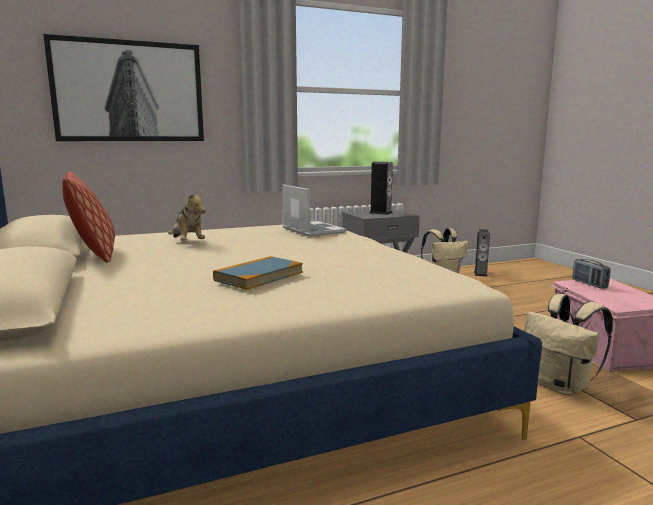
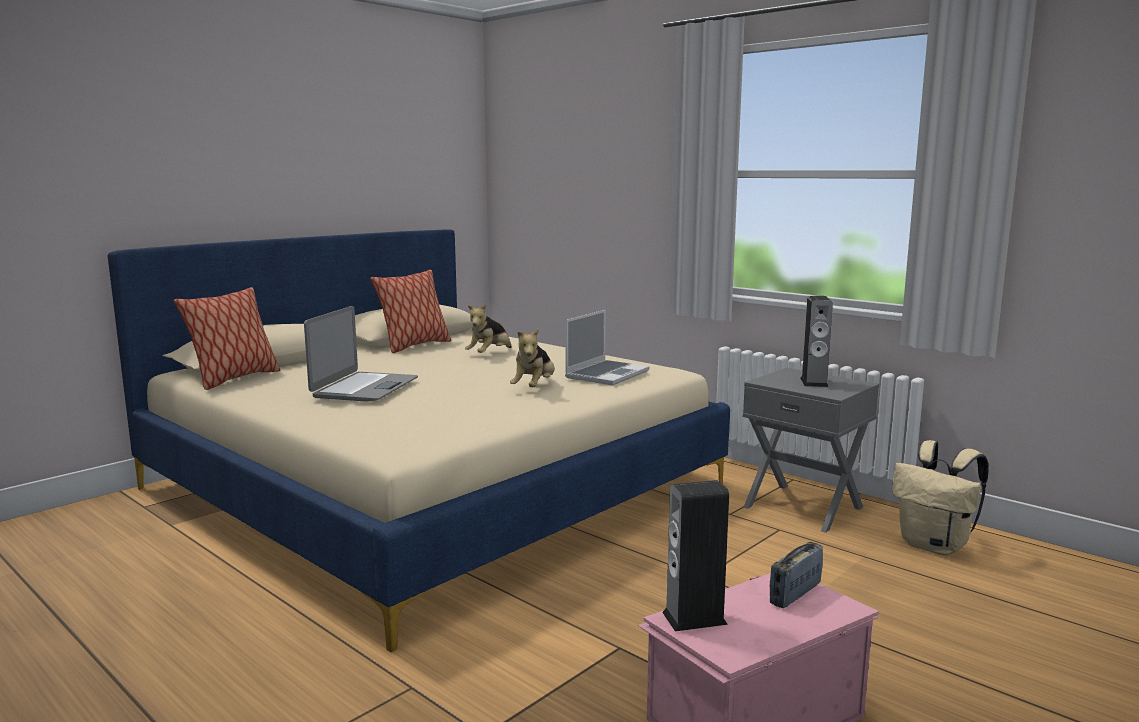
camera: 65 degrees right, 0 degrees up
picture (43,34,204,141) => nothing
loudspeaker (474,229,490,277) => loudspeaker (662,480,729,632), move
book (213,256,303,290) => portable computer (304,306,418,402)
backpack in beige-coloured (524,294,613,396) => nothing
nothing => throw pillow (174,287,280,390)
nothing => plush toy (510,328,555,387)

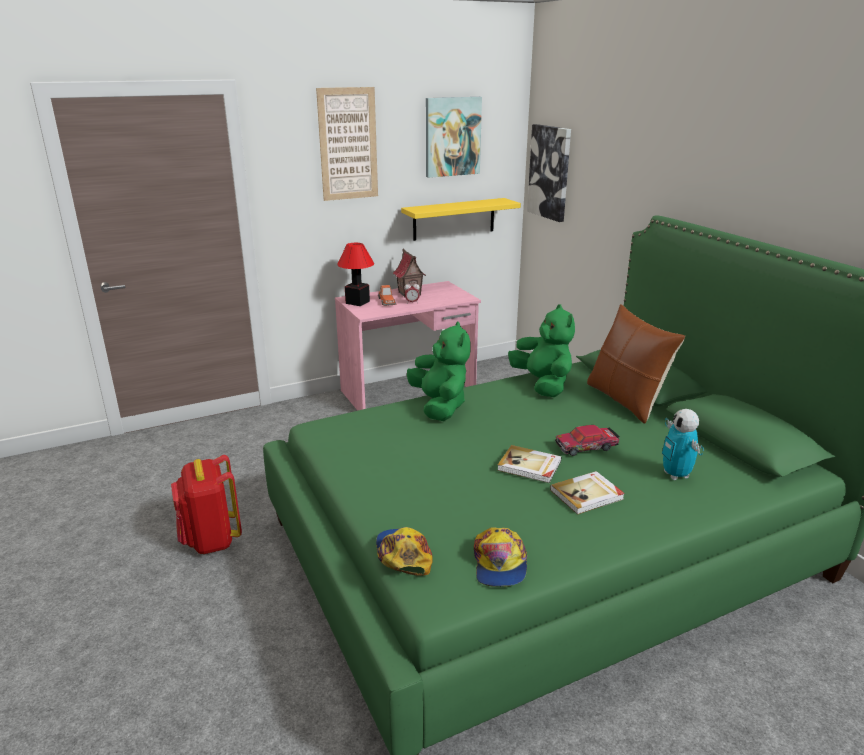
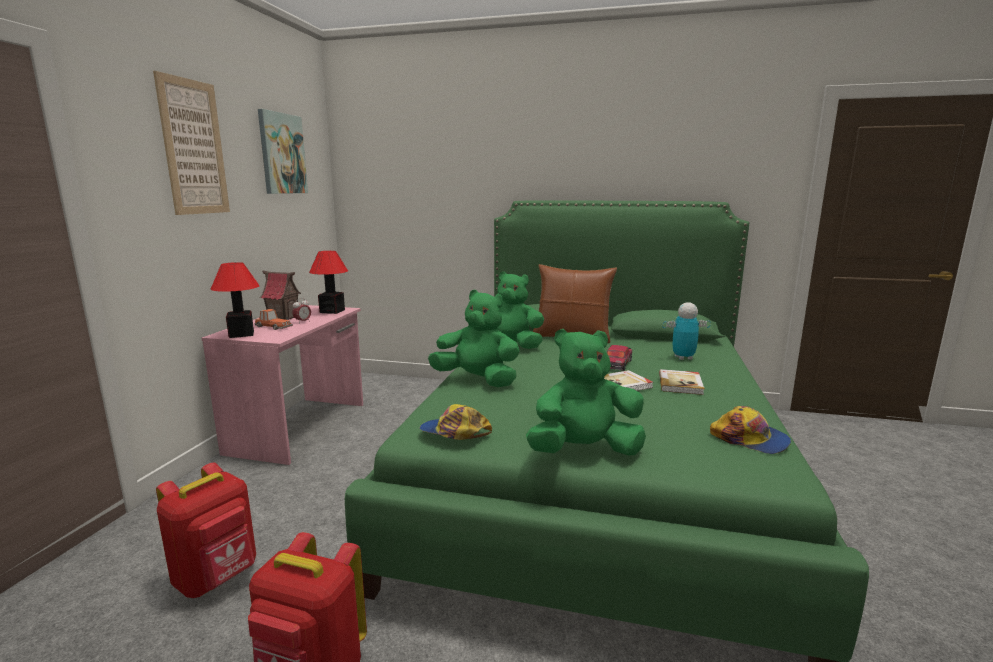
camera: 50 degrees left, 10 degrees down
picture (527,124,571,222) => nothing
bracket shelf in yellow (401,198,521,241) => nothing
model robot (662,409,704,480) => model robot (662,302,711,360), 150 degrees clockwise
cap (376,527,433,576) => cap (419,404,492,440), move
nothing => lamp for a table (309,251,348,314)
nothing => plush toy in green-coloured (526,329,646,456)
nothing => backpack in red-coloured (156,463,256,598)

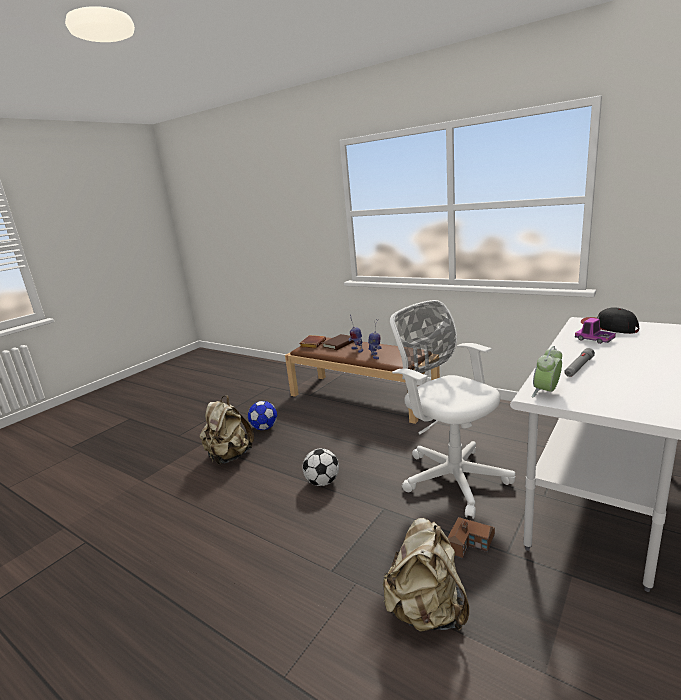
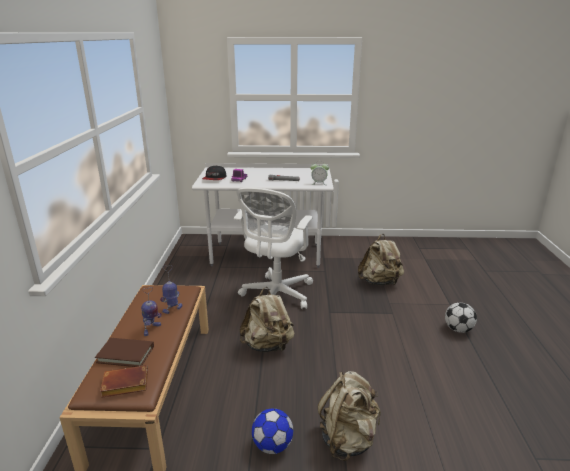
camera: 125 degrees left, 5 degrees up
football ball (303,448,339,486) => football ball (445,302,477,333), move
model house (447,517,495,559) => nothing
nothing => backpack in beige-coloured (240,287,295,353)

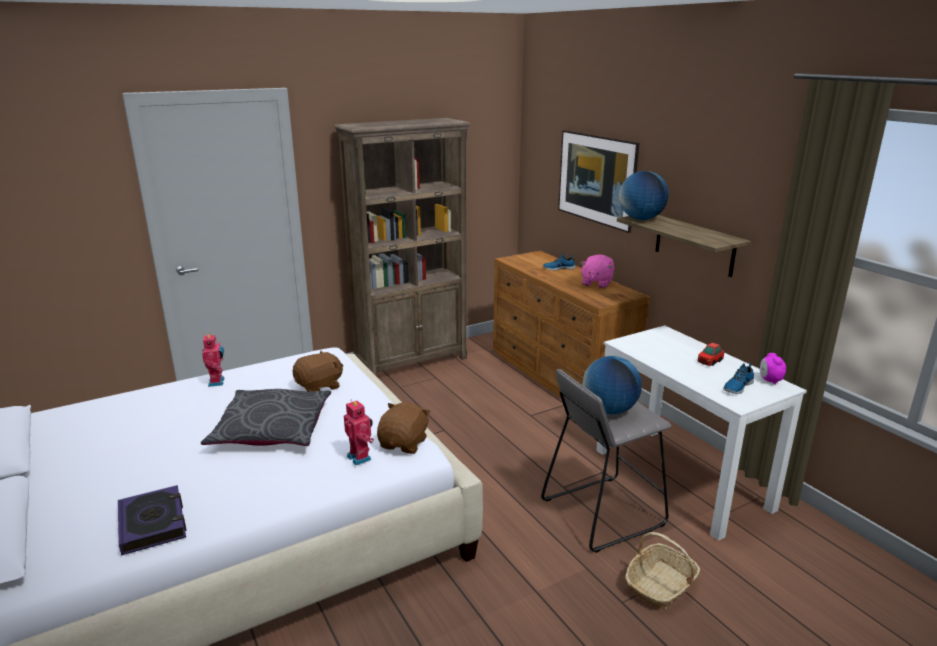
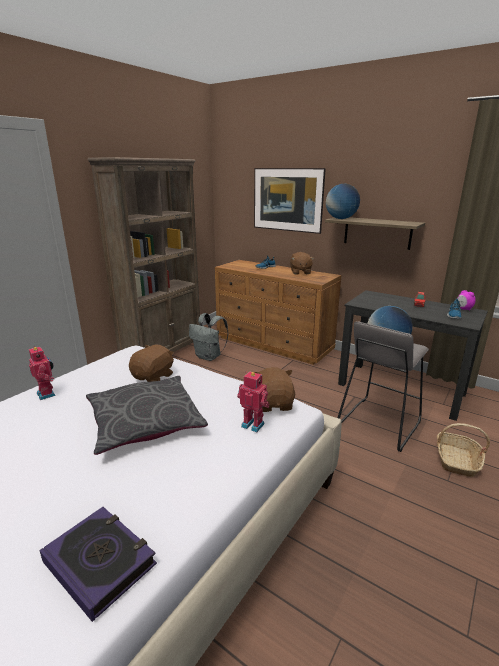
camera: 25 degrees left, 0 degrees up
plush toy in pink (580,255,614,288) => plush toy in brownish (290,252,314,274)
desk table in white (596,325,807,541) => desk table in blackish (338,290,488,421)
nothing => backpack in greyish (189,313,228,361)

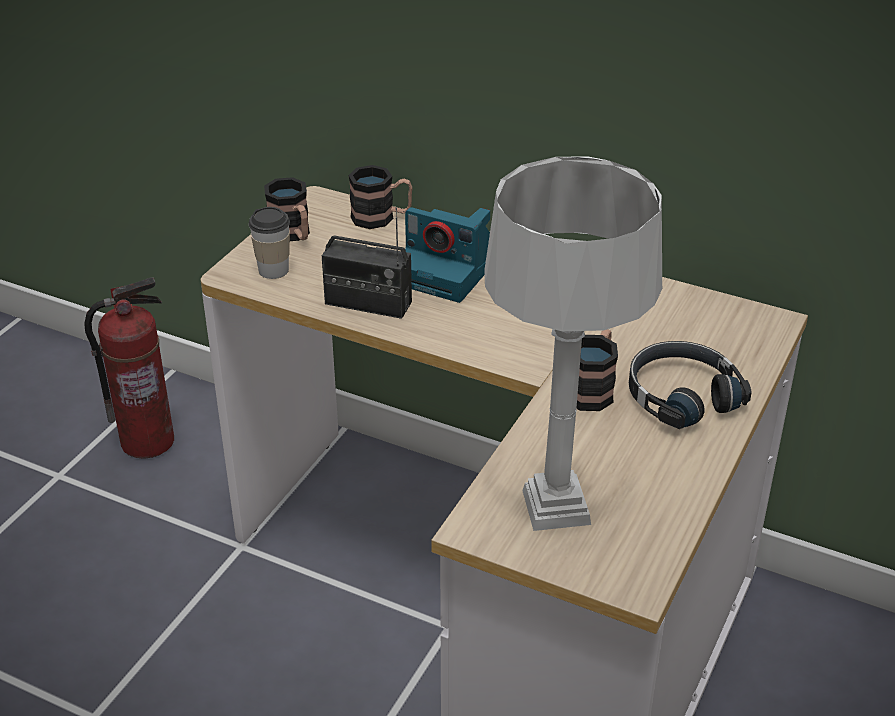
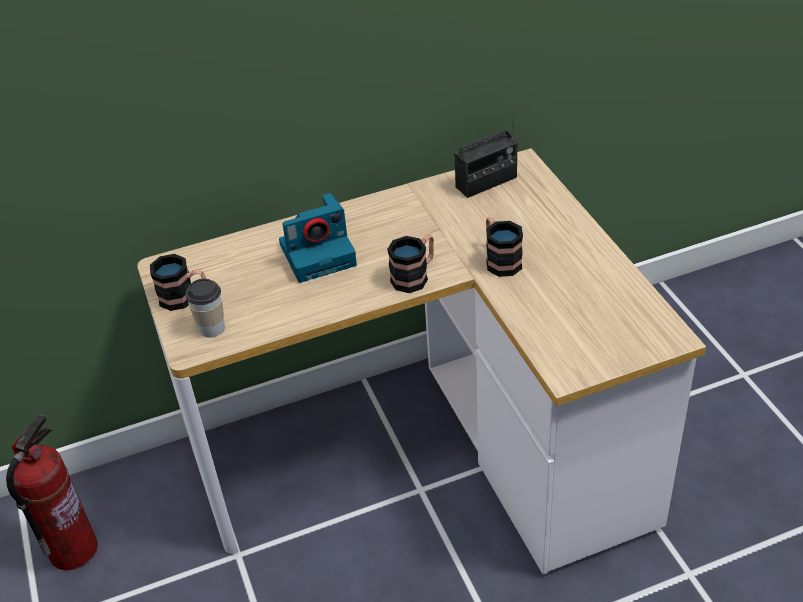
camera: 45 degrees left, 5 degrees up
lamp for a table in greyish (484,156,662,531) => nothing
coffee mug (348,165,412,229) => coffee mug (387,235,434,293), move
radio receiver (322,207,412,319) => radio receiver (455,101,517,198), move
headset in blackish (629,341,752,429) => nothing

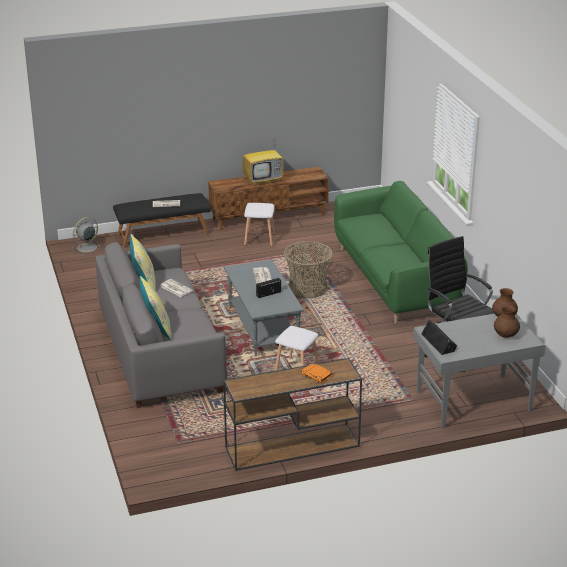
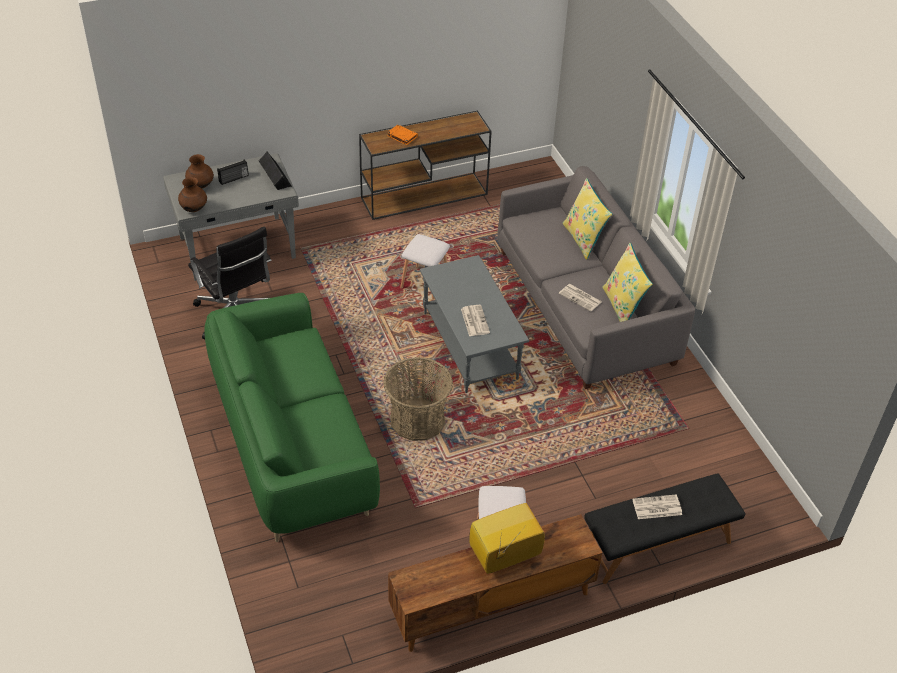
camera: 175 degrees right, 15 degrees up
fan in greyish (72,217,103,255) => nothing
radio receiver (256,278,281,298) => radio receiver (217,160,249,185), move

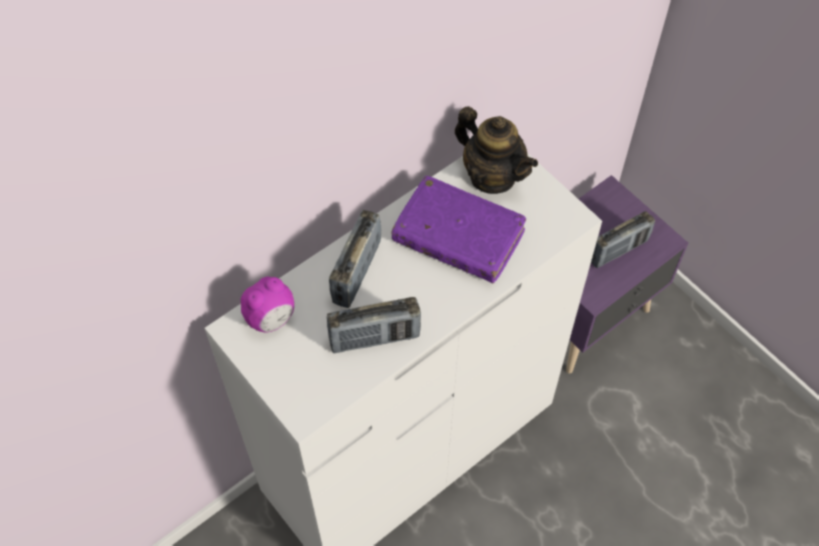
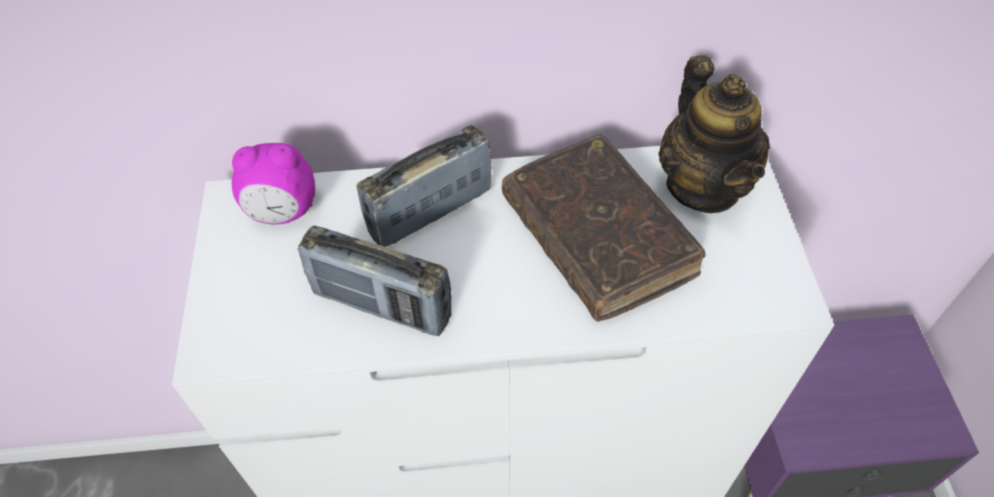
camera: 35 degrees right, 5 degrees down
book in purple-coloured (392,176,526,283) => book in brownish (502,134,706,322)
radio receiver (591,211,655,268) => nothing

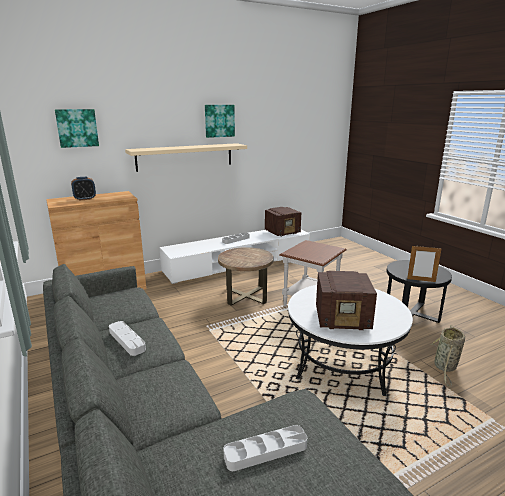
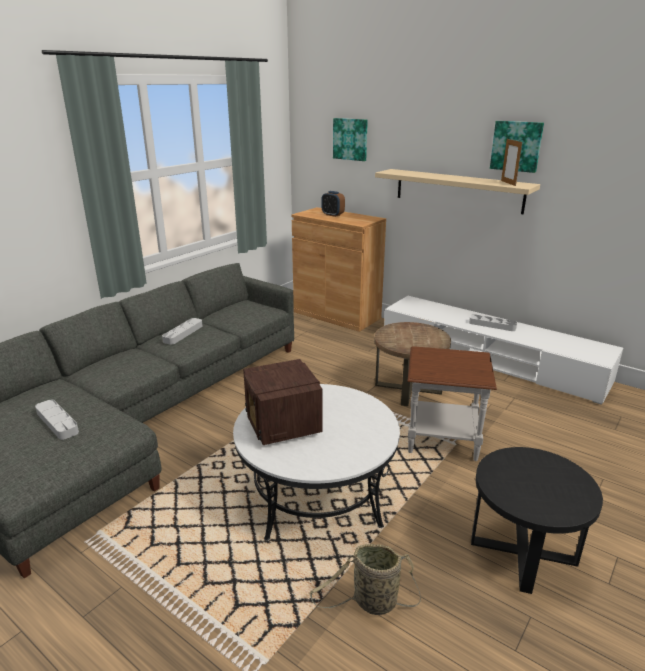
camera: 65 degrees right, 5 degrees up
radio receiver (265,207,301,236) => nothing
photo frame (407,246,442,282) => photo frame (501,139,522,186), move

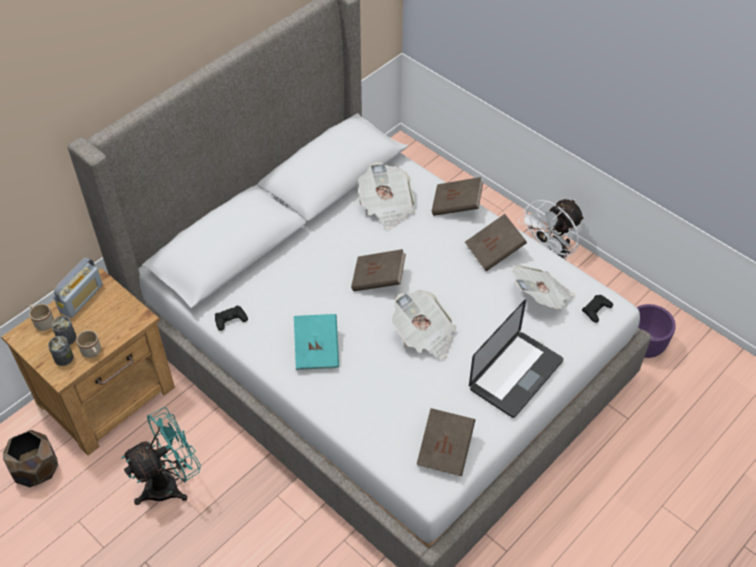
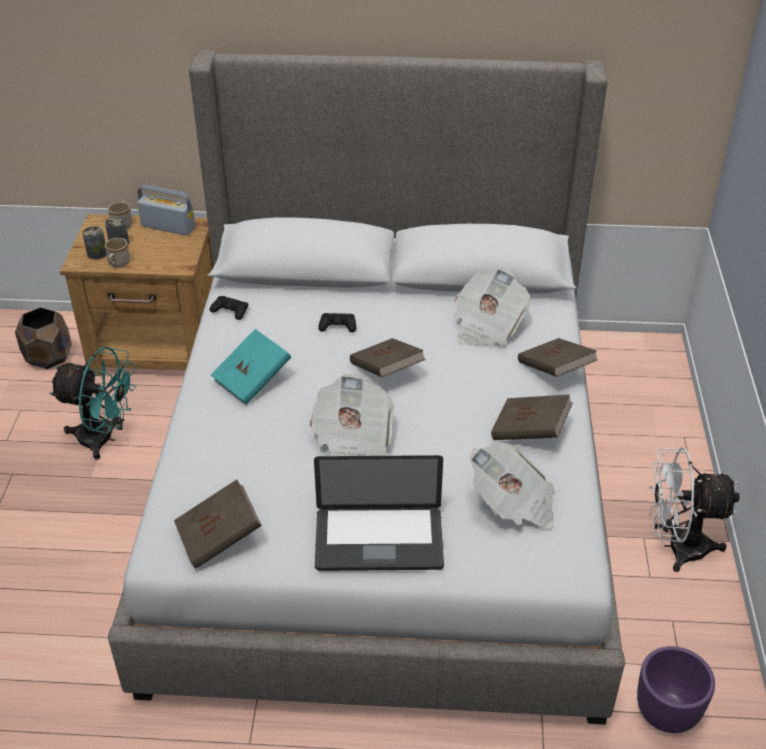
camera: 50 degrees right, 10 degrees down
radio receiver (53,257,103,318) => radio receiver (137,185,195,236), 150 degrees counterclockwise
joypad in blackish (582,295,613,323) => joypad in blackish (318,313,356,332), move

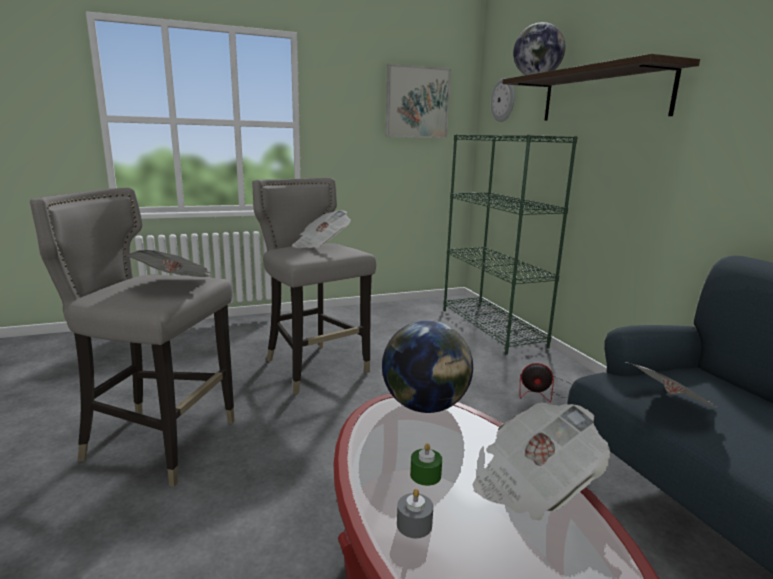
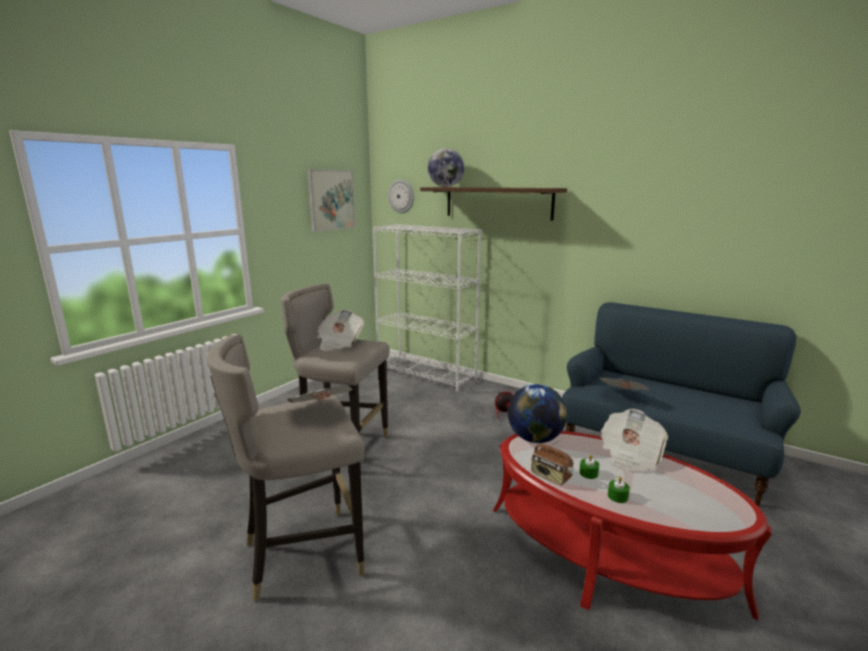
camera: 35 degrees left, 0 degrees up
bookcase in green-coloured (444,134,578,355) => bookcase in white (373,224,481,392)
wax light in greyish (397,489,433,538) => wax light in green-coloured (608,477,630,503)
nothing => radio receiver (531,438,574,485)

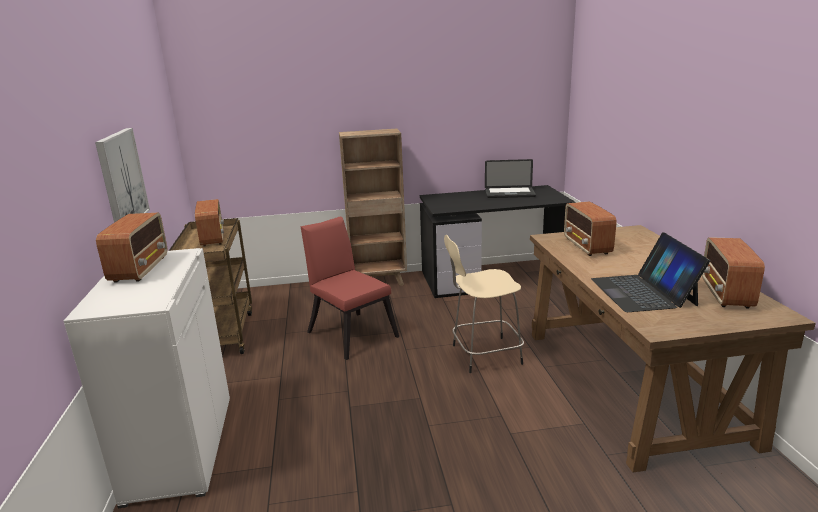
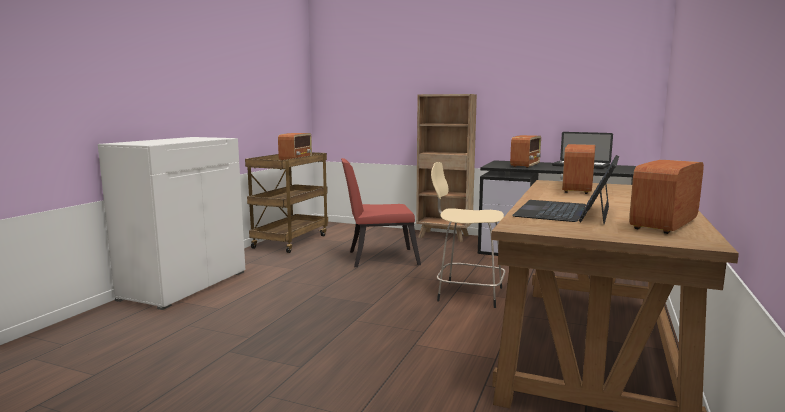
camera: 30 degrees right, 10 degrees down
picture (95,128,150,222) => nothing
radio receiver (96,213,168,283) => radio receiver (510,135,541,168), move
chair in red-coloured (301,216,399,360) => chair in red-coloured (341,158,421,267), 90 degrees counterclockwise

